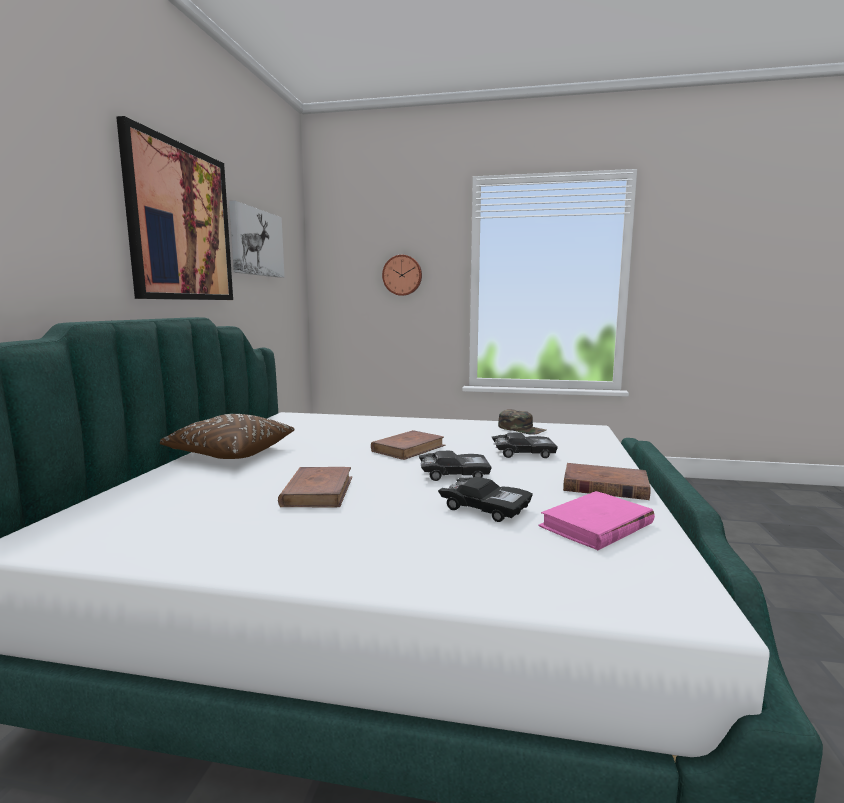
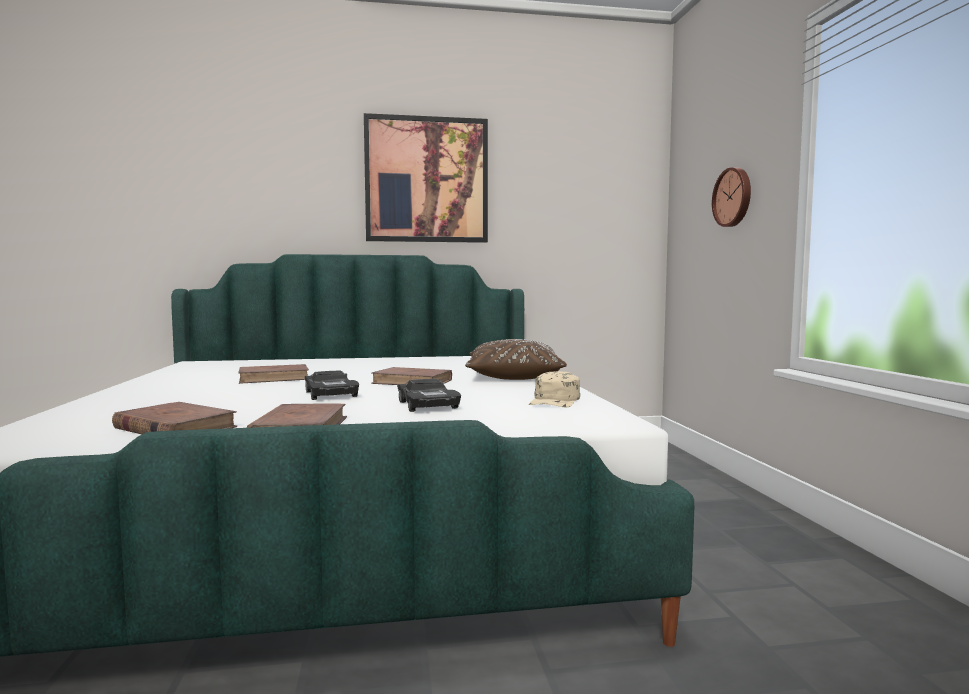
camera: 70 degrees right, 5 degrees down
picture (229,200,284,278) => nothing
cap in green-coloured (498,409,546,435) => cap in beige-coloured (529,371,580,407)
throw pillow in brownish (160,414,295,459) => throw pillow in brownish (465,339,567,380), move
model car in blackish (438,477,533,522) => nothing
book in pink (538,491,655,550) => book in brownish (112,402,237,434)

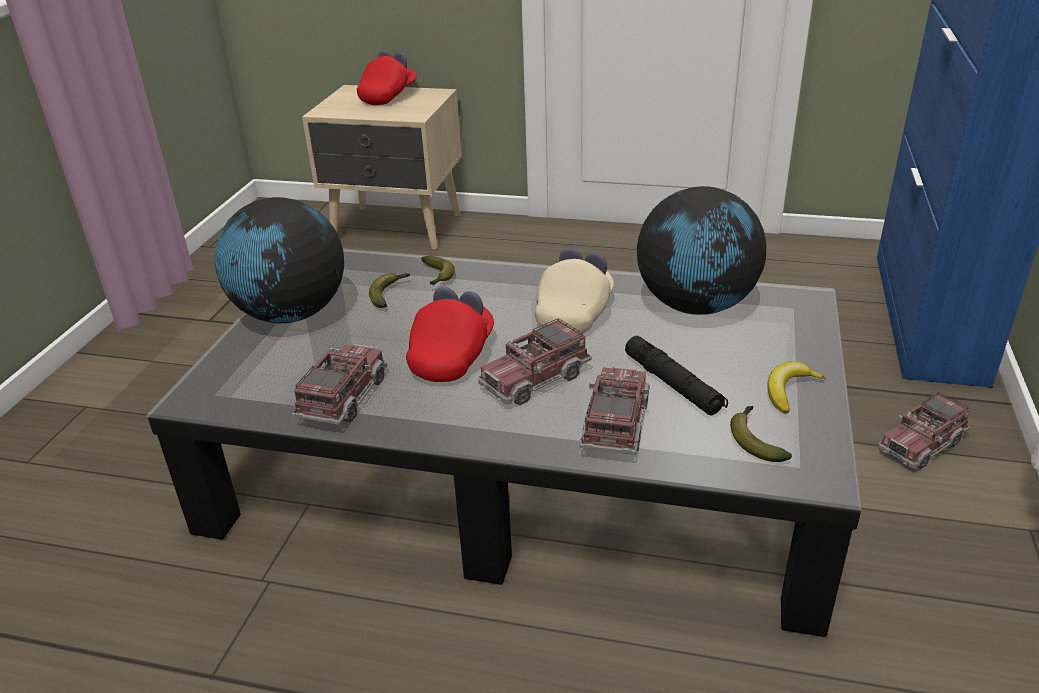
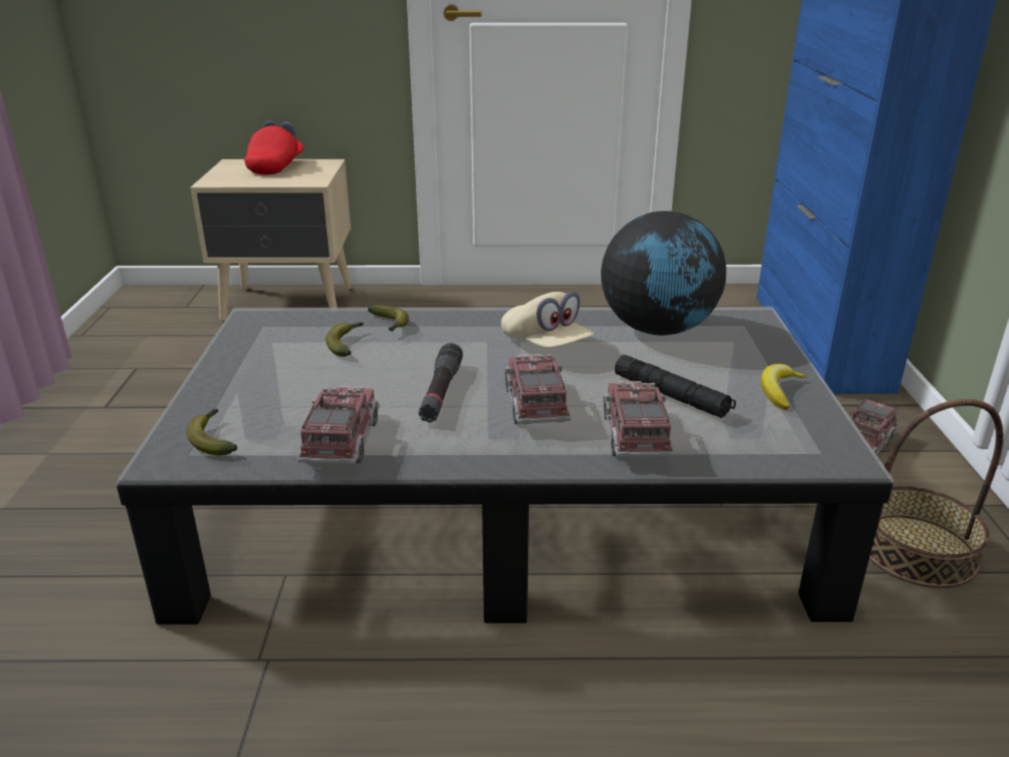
camera: 15 degrees left, 5 degrees down
globe (214,197,344,323) => nothing
cap in beige-coloured (534,248,614,333) => cap in beige-coloured (501,292,594,348), 135 degrees clockwise
cap in red-coloured (406,287,494,382) => hand torch in blackish (419,343,463,423)
toy lorry (478,318,592,405) => toy lorry (505,354,571,424), 135 degrees clockwise
whole banana (730,406,792,462) => whole banana (186,409,238,456), move
nothing => storage basket (869,399,1003,588)

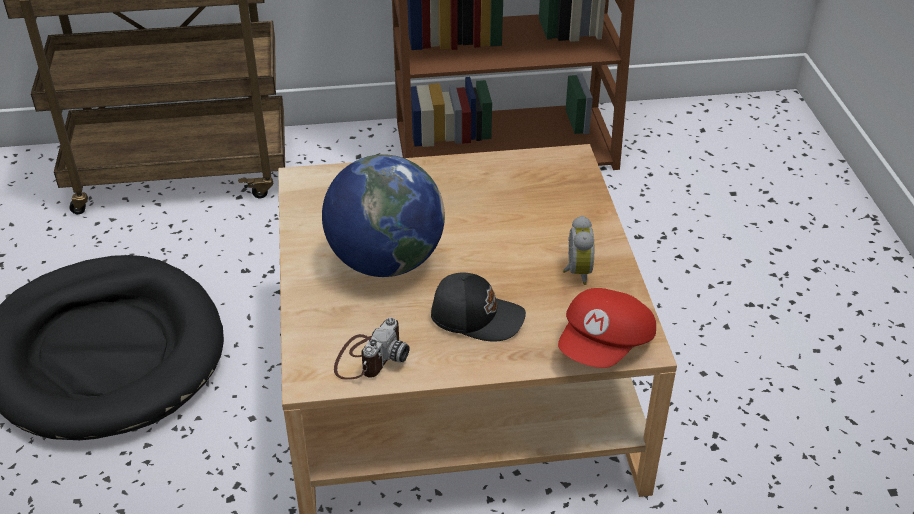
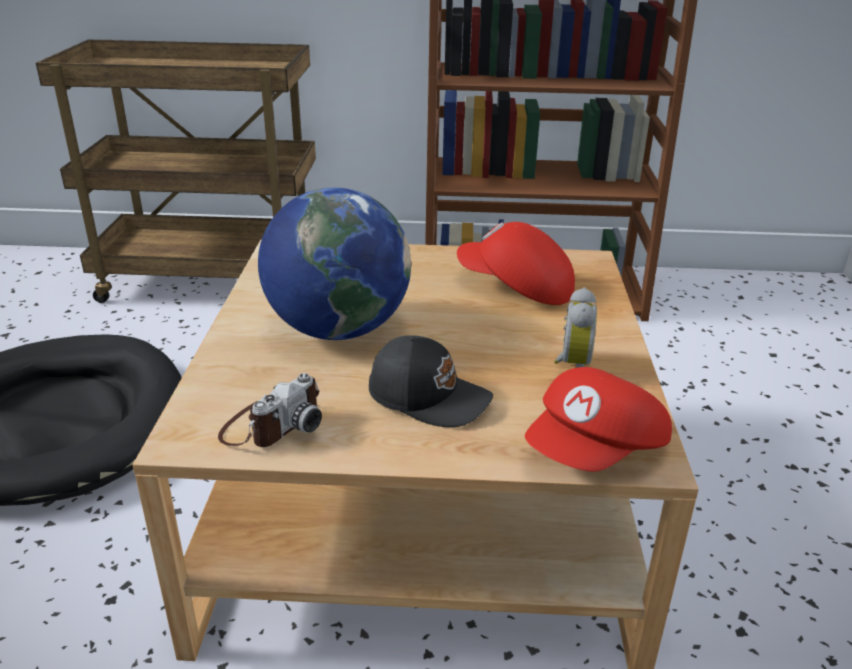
camera: 10 degrees right, 10 degrees down
nothing => cap in red-coloured (457,222,575,305)

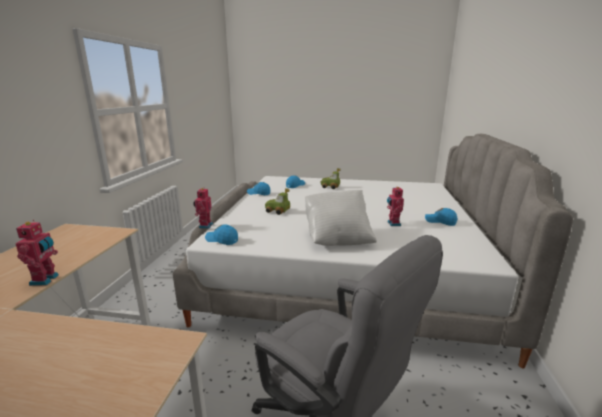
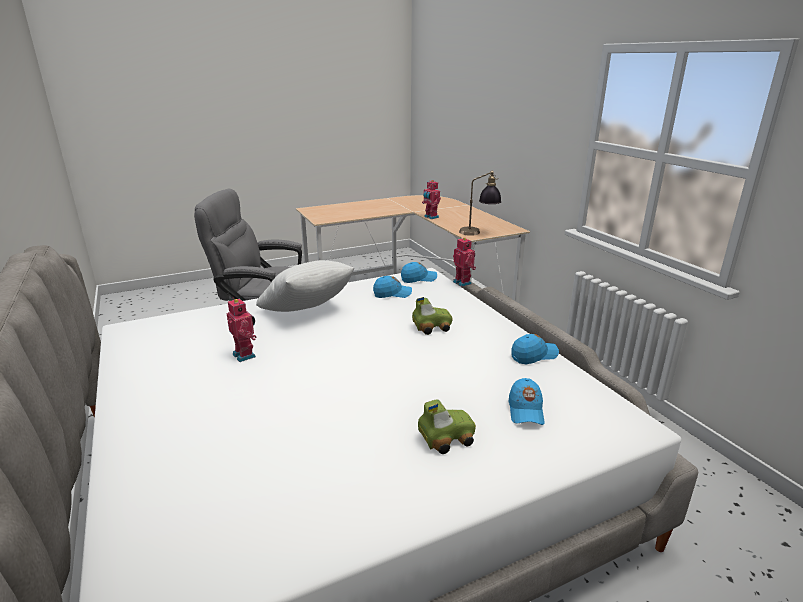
camera: 145 degrees right, 5 degrees up
cap in bluish (425,208,457,226) => cap in bluish (373,276,412,298), move
nothing => lamp for a table (459,171,501,236)

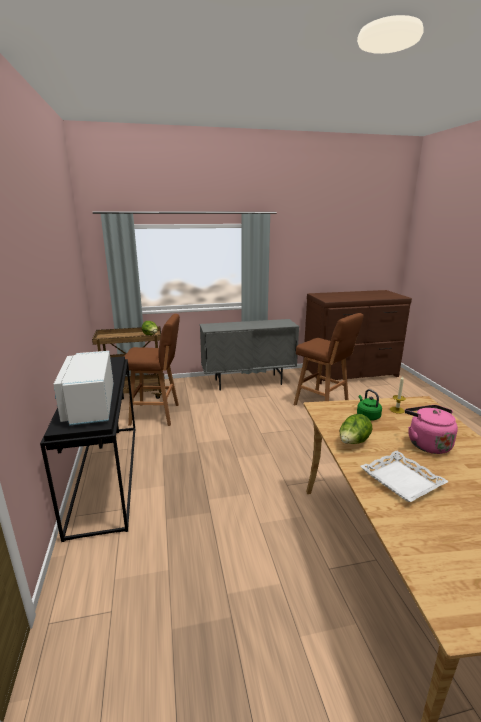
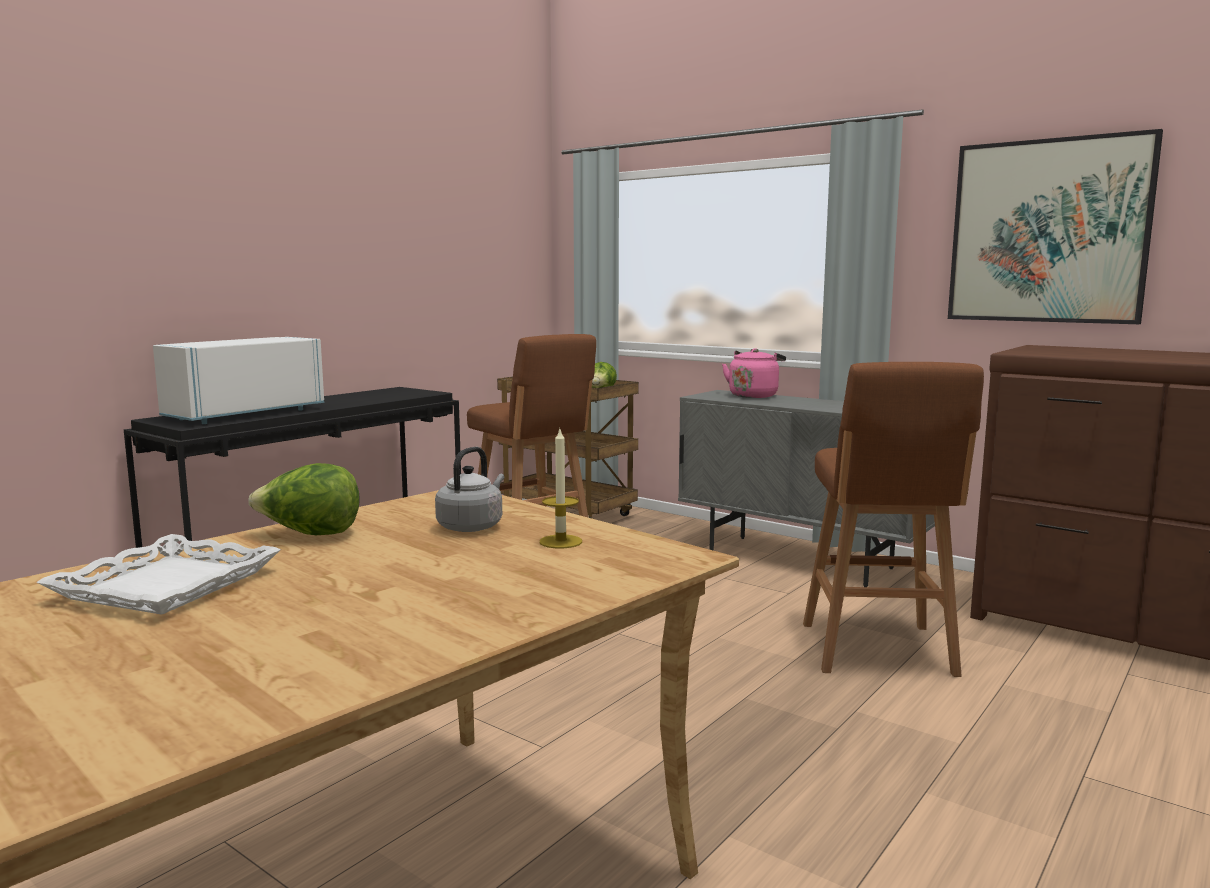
camera: 50 degrees right, 10 degrees down
kettle in green-coloured (357,389,382,421) => kettle in greyish (435,447,504,532)
kettle in pink (405,405,458,454) => kettle in pink (722,348,786,398), move
nothing => picture (948,129,1163,324)

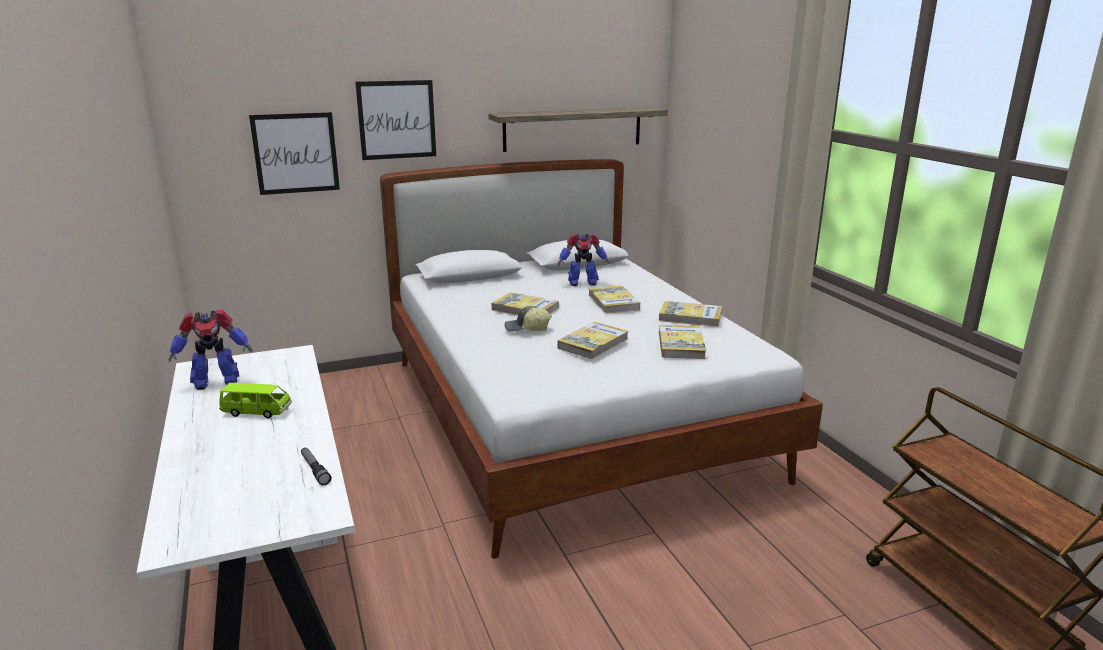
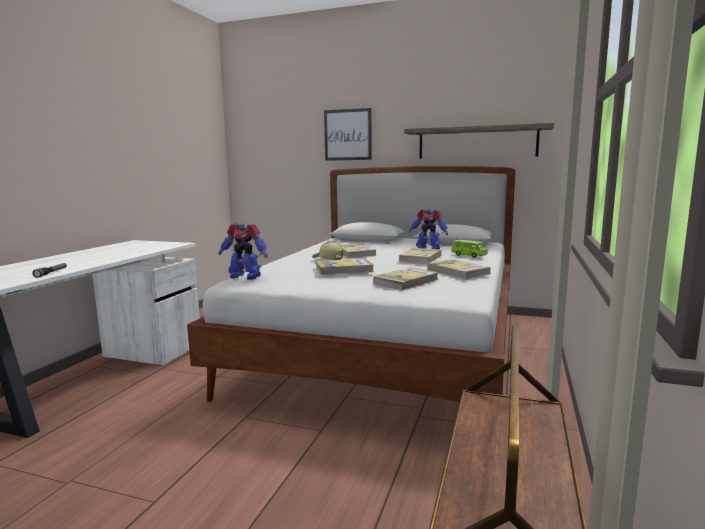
camera: 40 degrees right, 10 degrees down
picture (249,112,340,195) => nothing
model robot (168,310,252,390) => model robot (219,223,267,280), move
model car in green-coloured (219,383,292,418) => model car in green-coloured (451,240,488,258), move

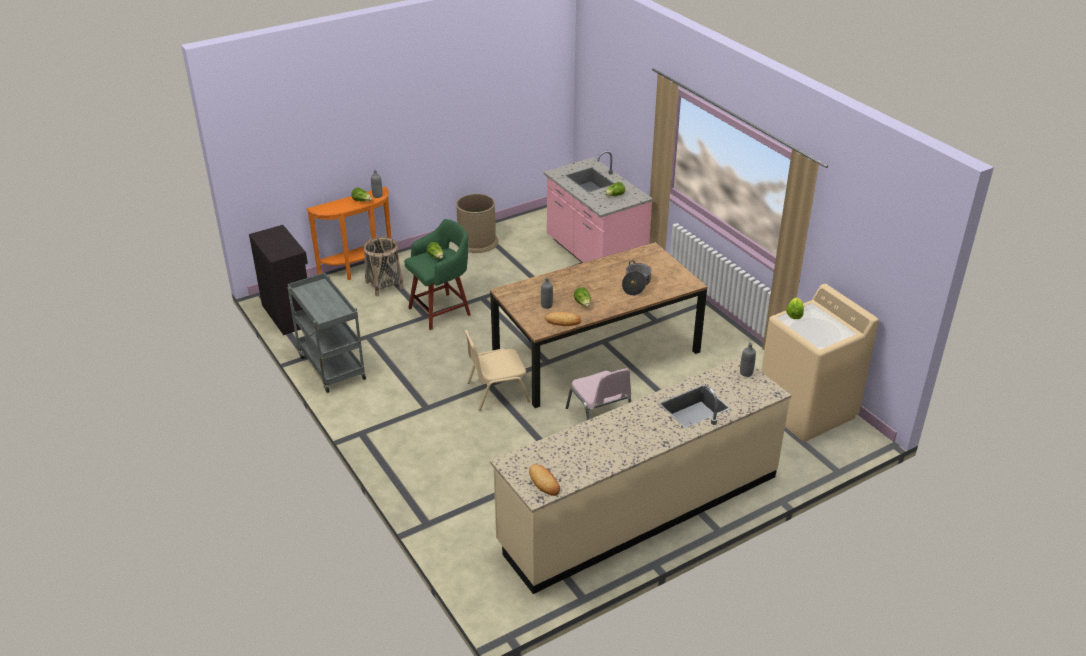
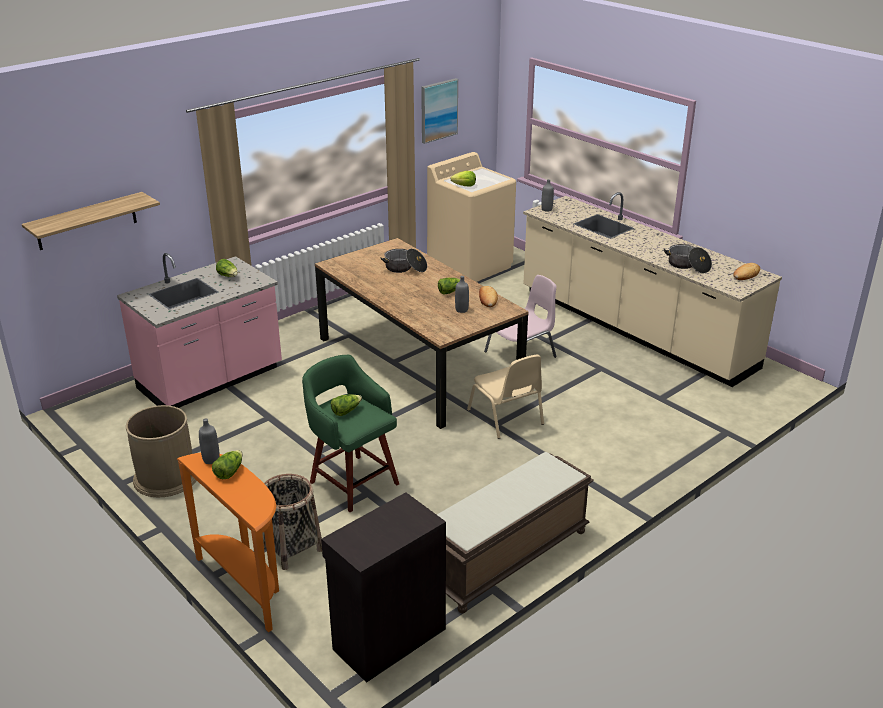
camera: 100 degrees left, 5 degrees down
wheeled cart in greyish (287,273,366,393) => bench in brownish (437,452,594,613)
nothing => picture (421,78,458,144)
nothing => bracket shelf (22,192,160,250)
nothing => saucepot (664,244,712,273)

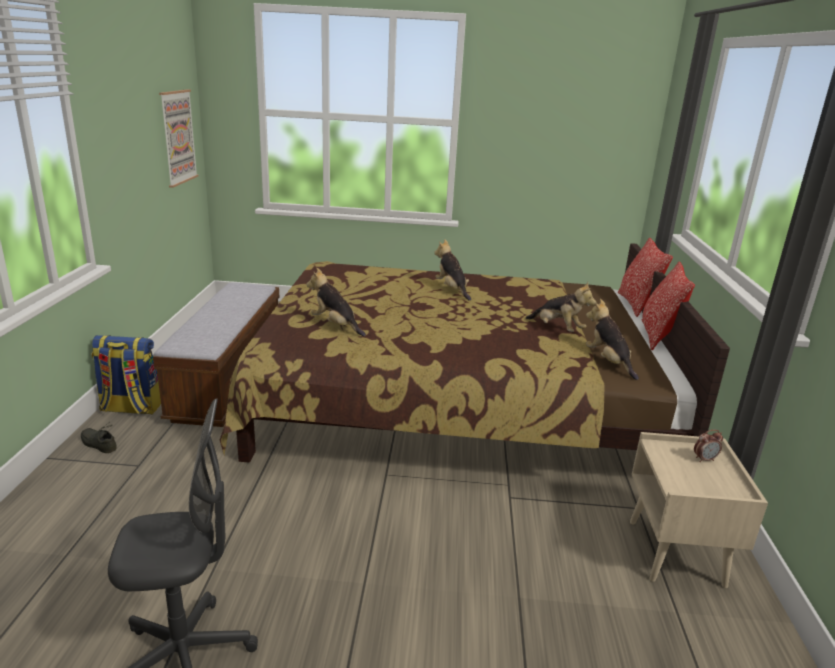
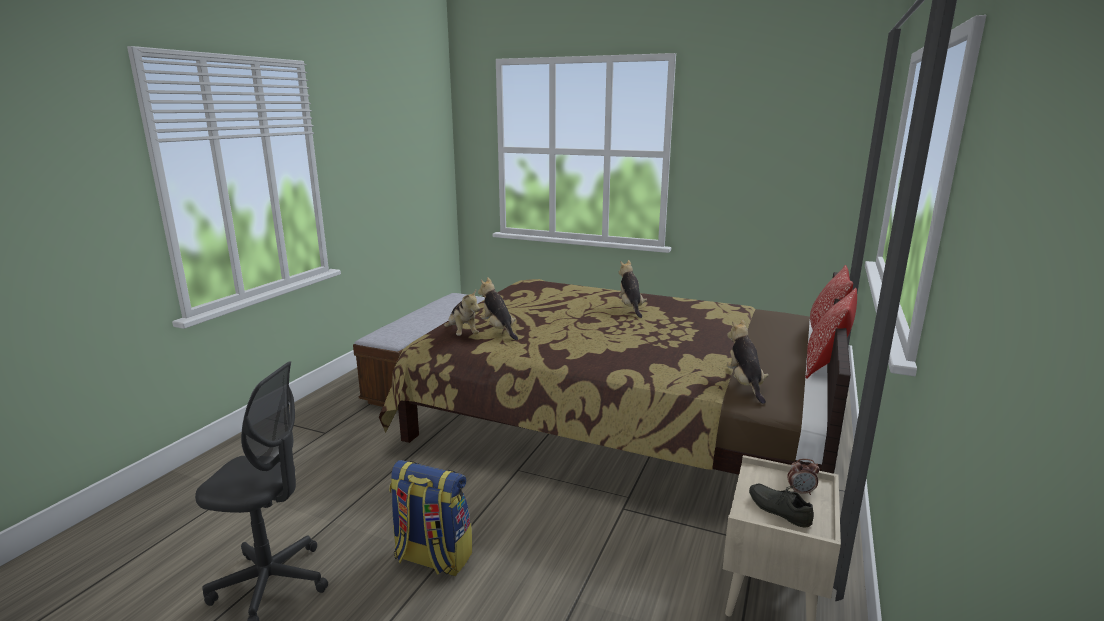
camera: 20 degrees right, 5 degrees down
picture (159,89,198,188) => nothing
plush toy (525,282,596,332) => plush toy (444,290,480,336), move
backpack (92,335,161,415) => backpack (389,460,472,576), move
item of footwear in greyish (81,423,117,453) => item of footwear in greyish (749,481,814,528), move

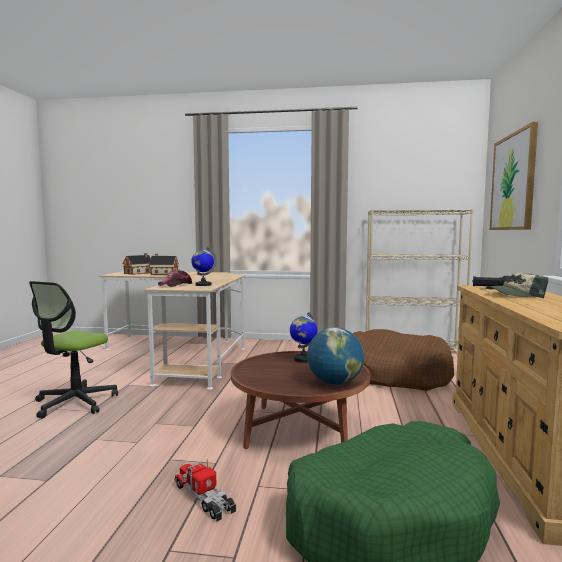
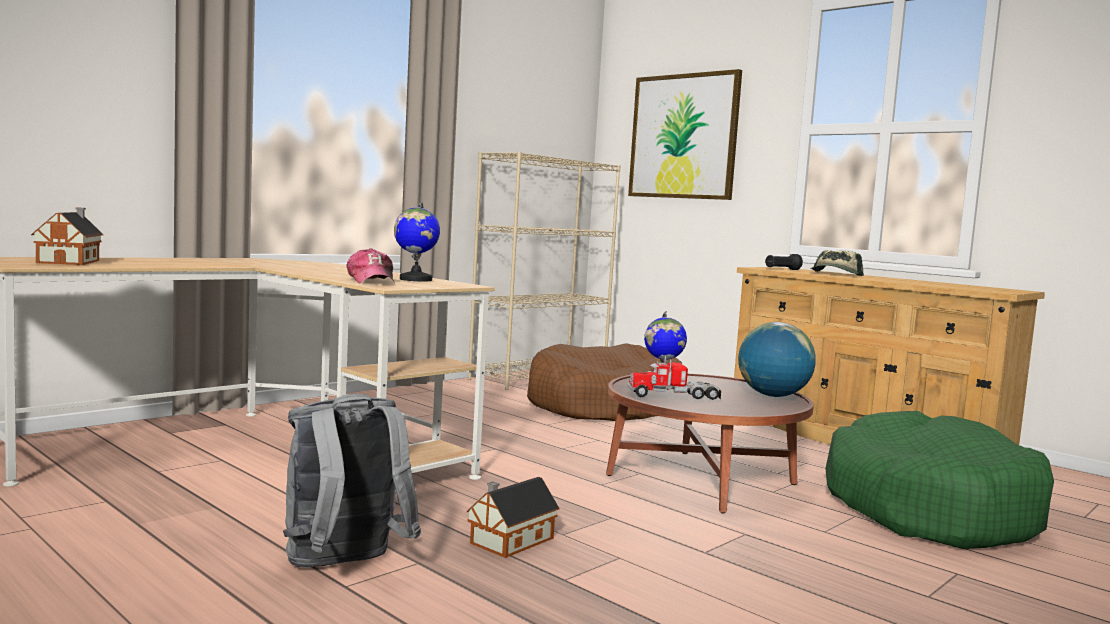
camera: 55 degrees left, 0 degrees up
model house (149,254,179,275) => model house (466,477,560,558), move
computer chair (29,281,118,419) => backpack in greyish (283,394,421,568)
toy lorry (175,460,236,522) => toy lorry (627,356,722,400), move

